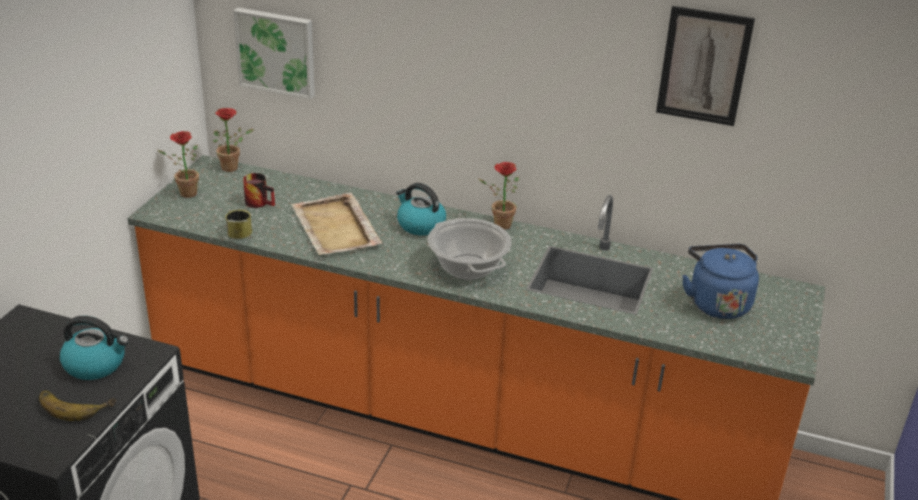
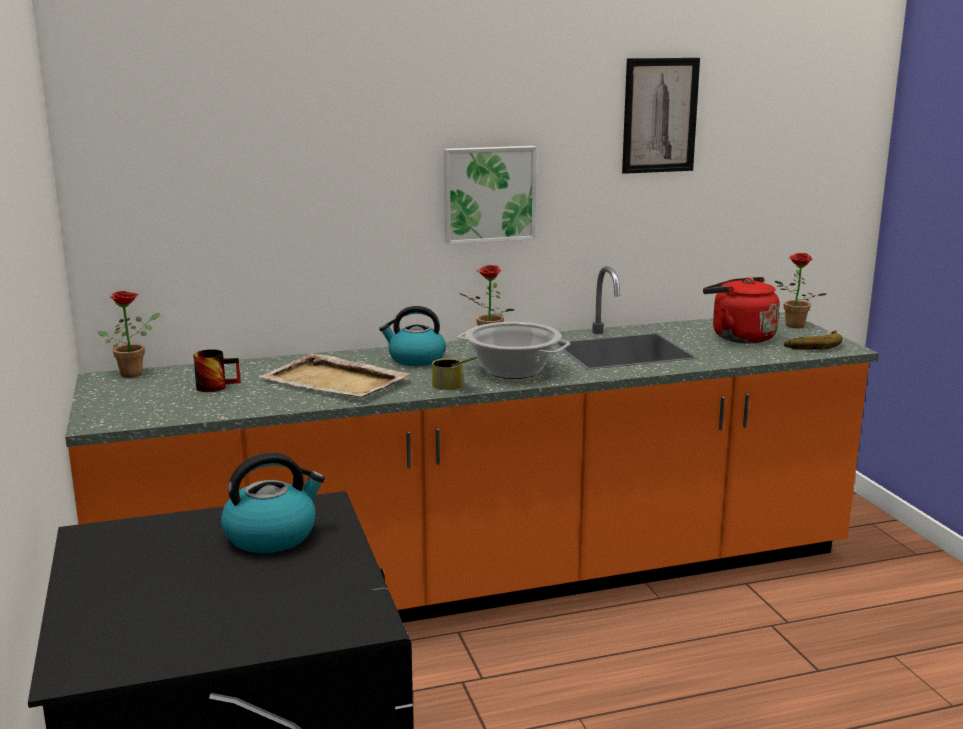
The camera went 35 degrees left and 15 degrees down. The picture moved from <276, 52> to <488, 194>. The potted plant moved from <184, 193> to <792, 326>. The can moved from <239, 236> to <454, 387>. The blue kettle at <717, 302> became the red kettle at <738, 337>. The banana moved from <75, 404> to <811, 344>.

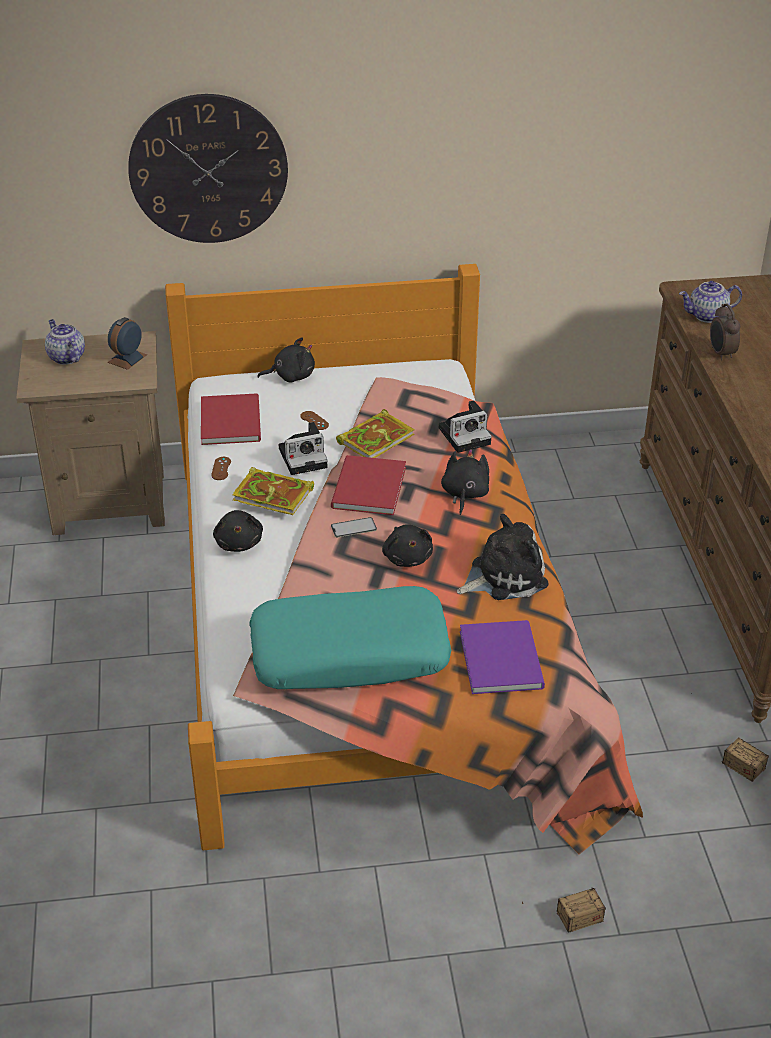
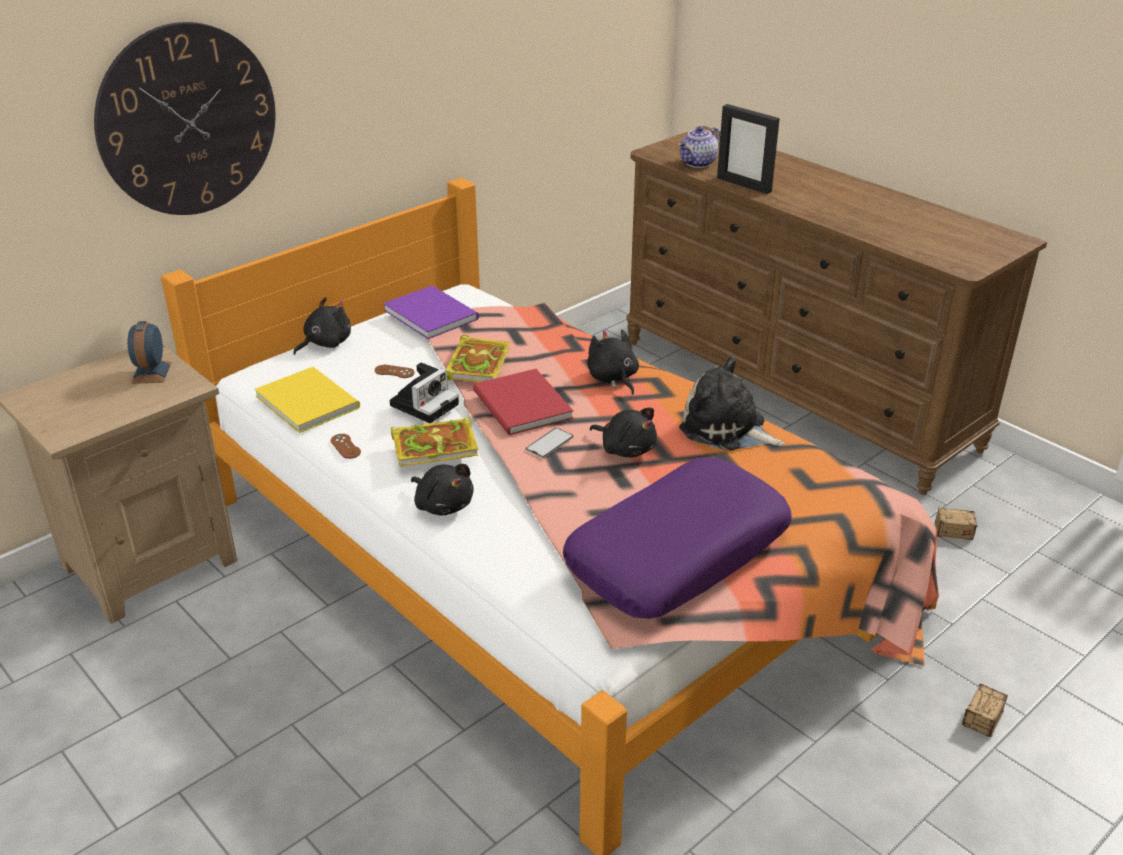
The camera went 35 degrees left and 5 degrees down. The alarm clock at <720, 354> was replaced by the picture frame at <744, 184>. The teapot at <66, 357> disappeared. The red book at <232, 420> became the yellow book at <308, 400>. The photo camera at <466, 435> disappeared. The plush toy at <504, 576> turned 90 degrees counterclockwise. The turquoise pillow at <350, 653> became the purple pillow at <677, 553>. The purple book moved from <503, 657> to <431, 313>.

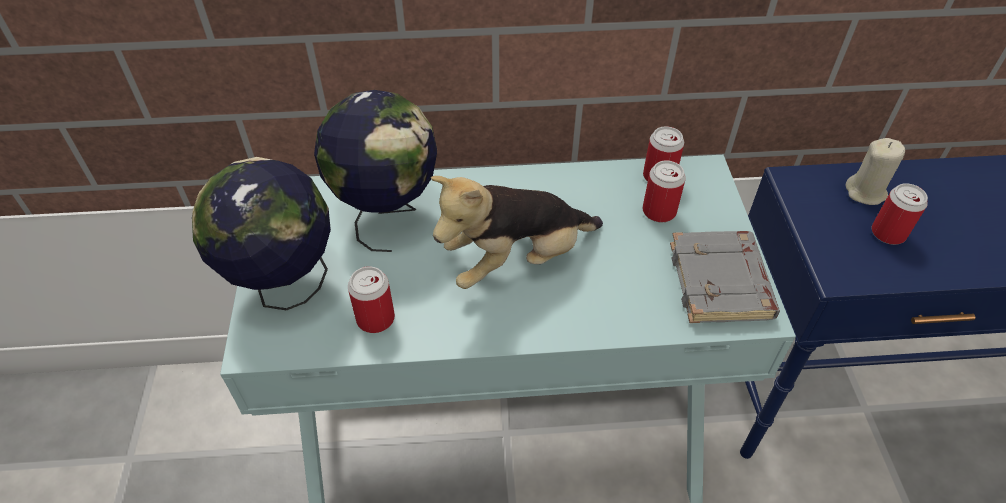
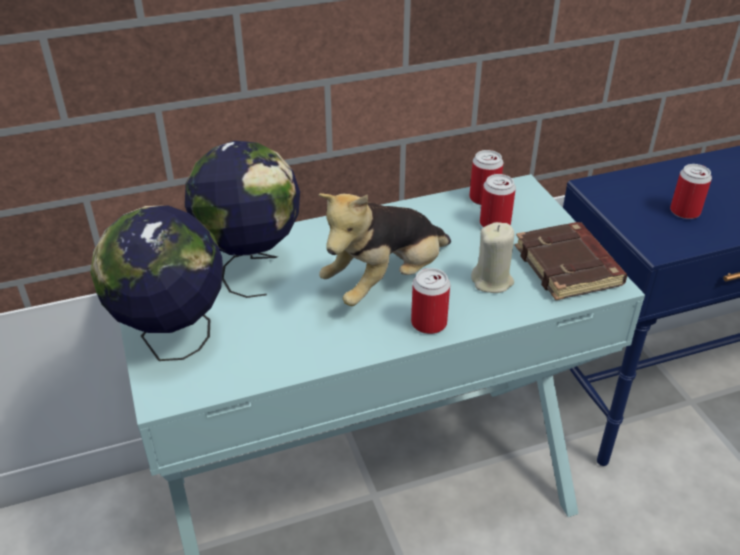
The camera went 15 degrees left and 10 degrees down. The beige candle moved from <866, 192> to <492, 281>. The grey book at <722, 283> became the brown book at <569, 267>. The can moved from <375, 318> to <429, 323>.

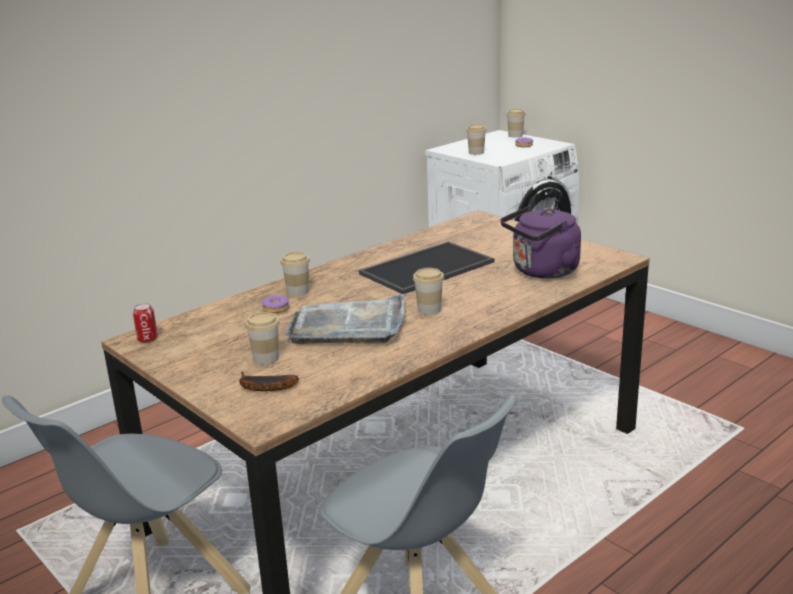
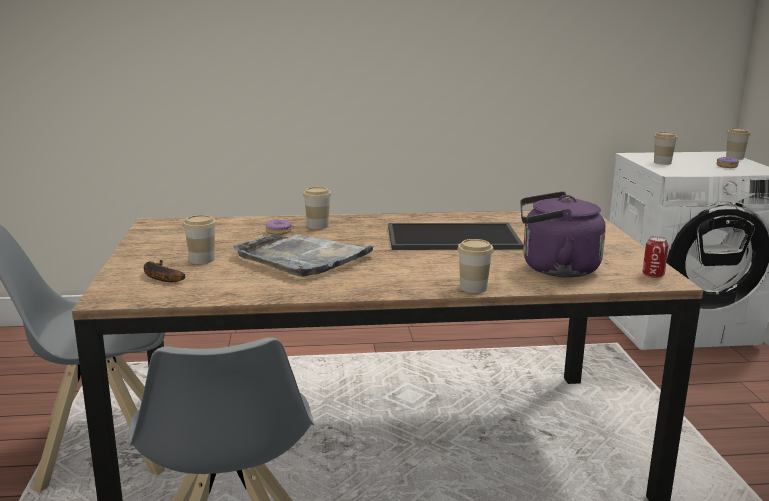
The camera went 35 degrees right and 5 degrees down. The cup moved from <429, 310> to <473, 288>. The can moved from <148, 339> to <653, 275>.

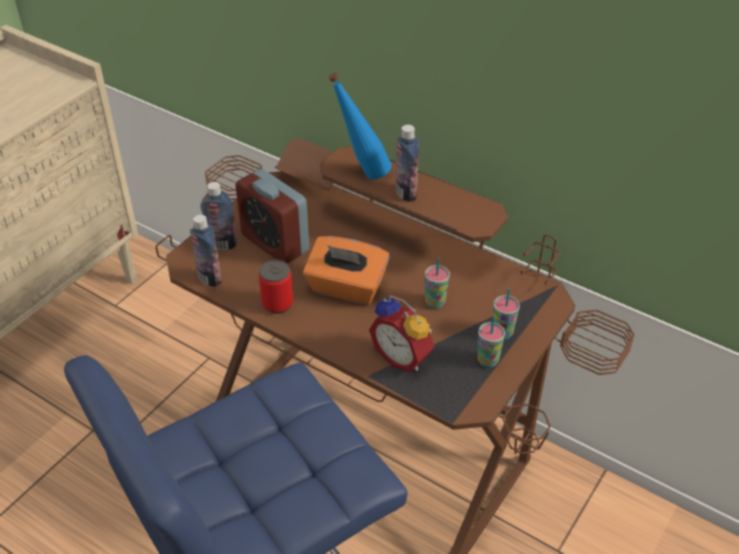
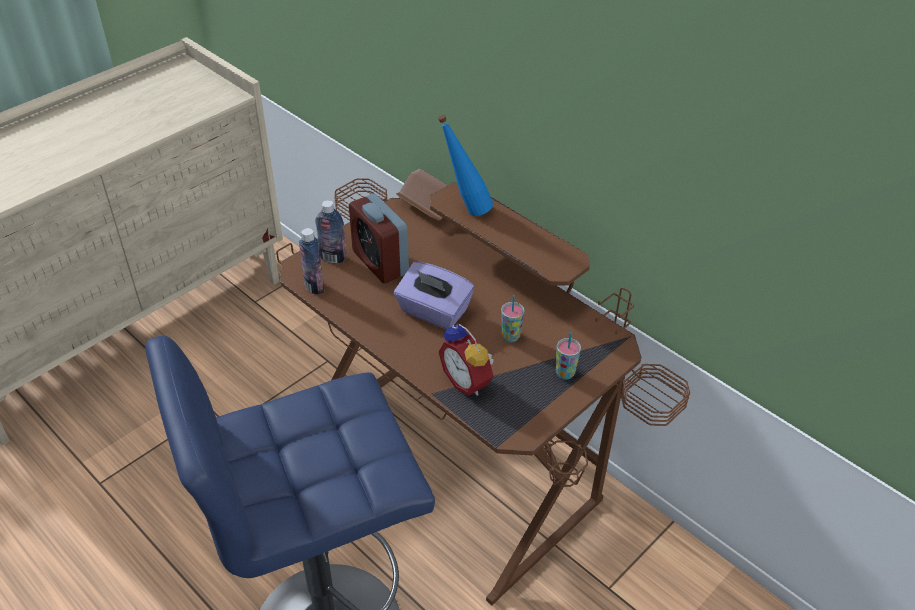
The camera went 10 degrees right and 0 degrees up. The bottle at <406, 193> disappeared. The orange tissue box at <346, 288> became the purple tissue box at <433, 312>. The can at <277, 303> disappeared. The cup at <487, 361> disappeared.

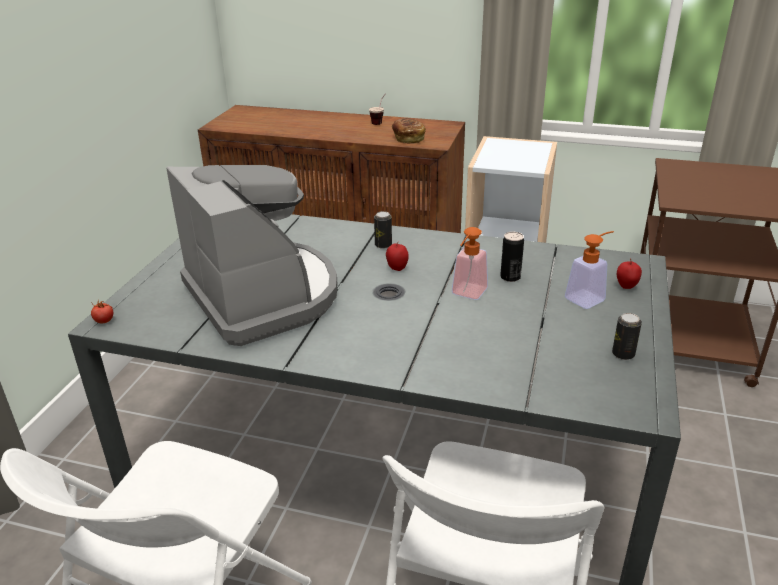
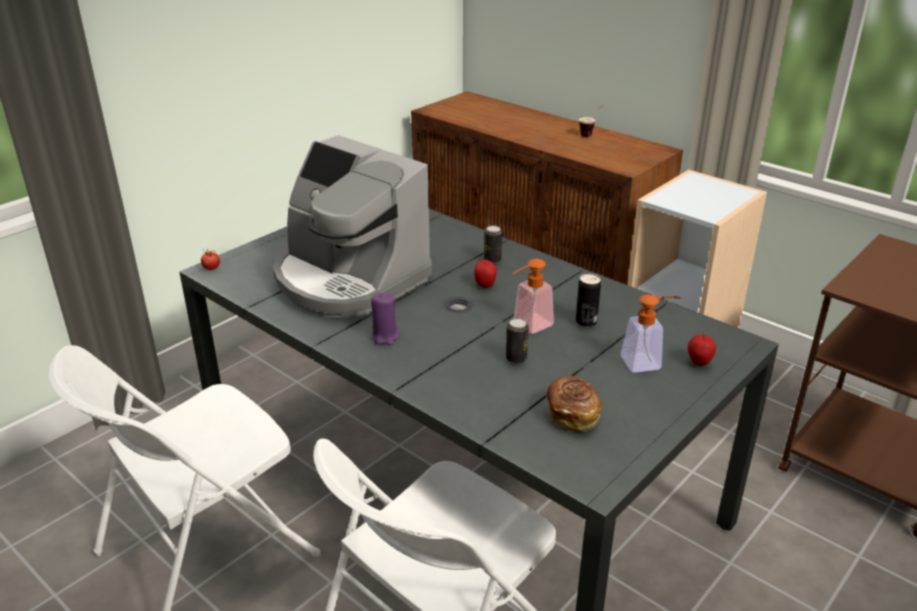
The camera went 25 degrees right and 0 degrees up. The bread moved from <408, 138> to <572, 414>. The coffee machine at <263, 296> turned 135 degrees clockwise. The can moved from <623, 354> to <516, 358>. The purple candle at <385, 337> appeared.

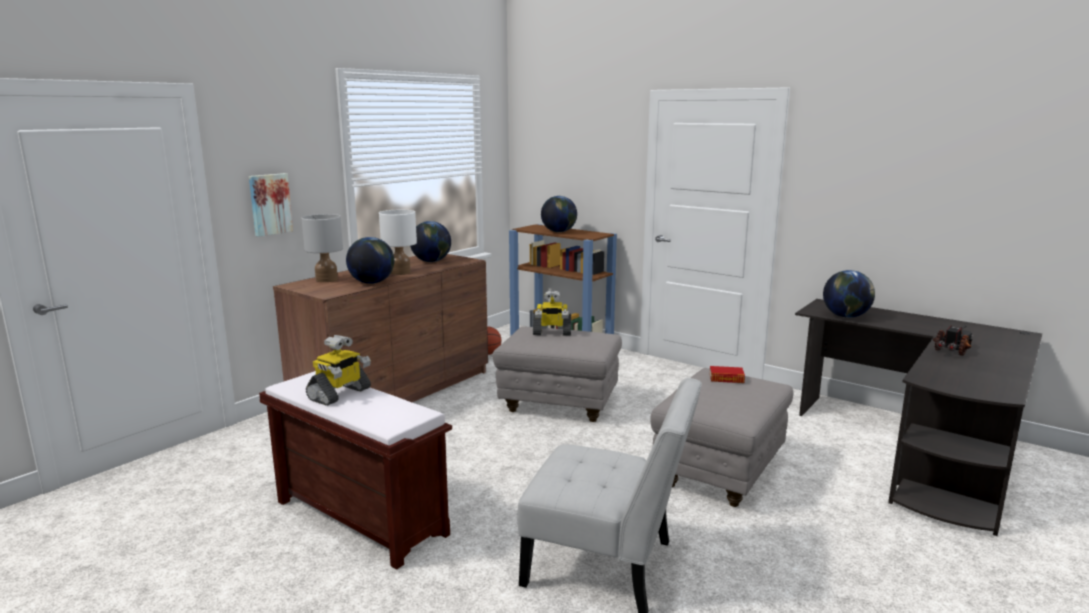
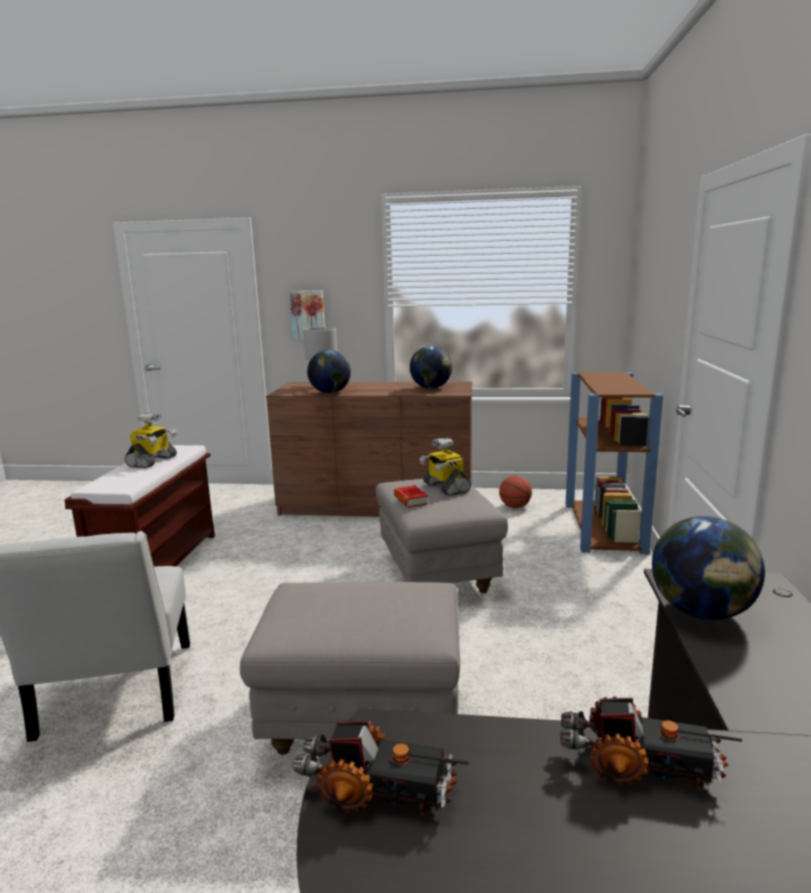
The camera went 60 degrees right and 0 degrees up. The globe at <559, 232> disappeared. The white table lamp at <400, 272> disappeared. The toy robot at <340, 394> turned 75 degrees counterclockwise. The book moved from <726, 378> to <410, 500>. The toy truck at <378, 791> appeared.

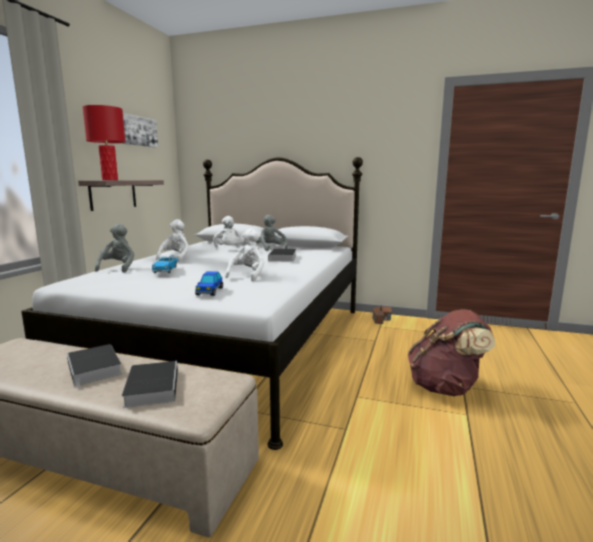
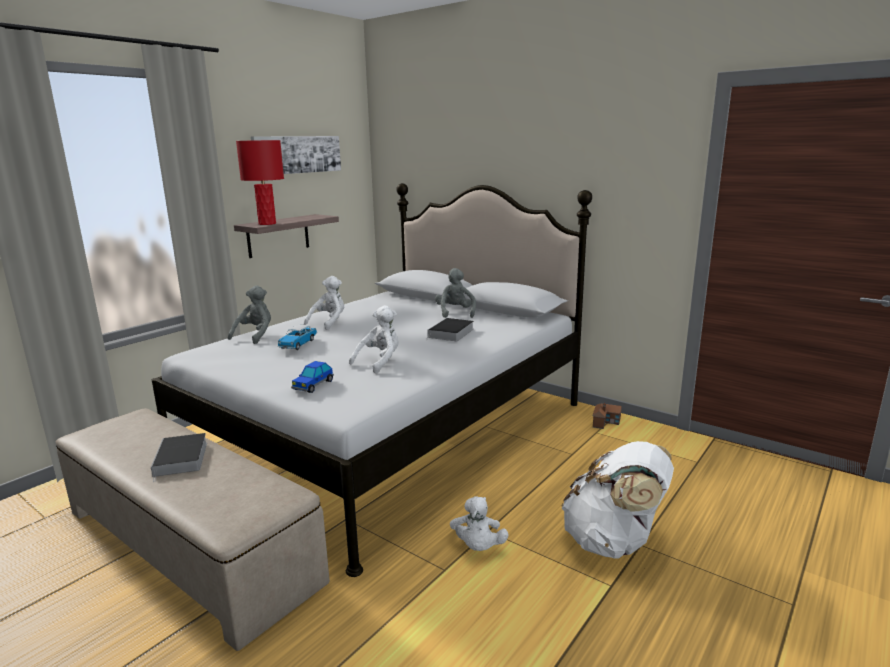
The camera went 20 degrees right and 5 degrees up. The white plush toy moved from <229, 249> to <478, 547>. The brown backpack at <445, 388> became the white backpack at <613, 542>. The book at <152, 386> disappeared.

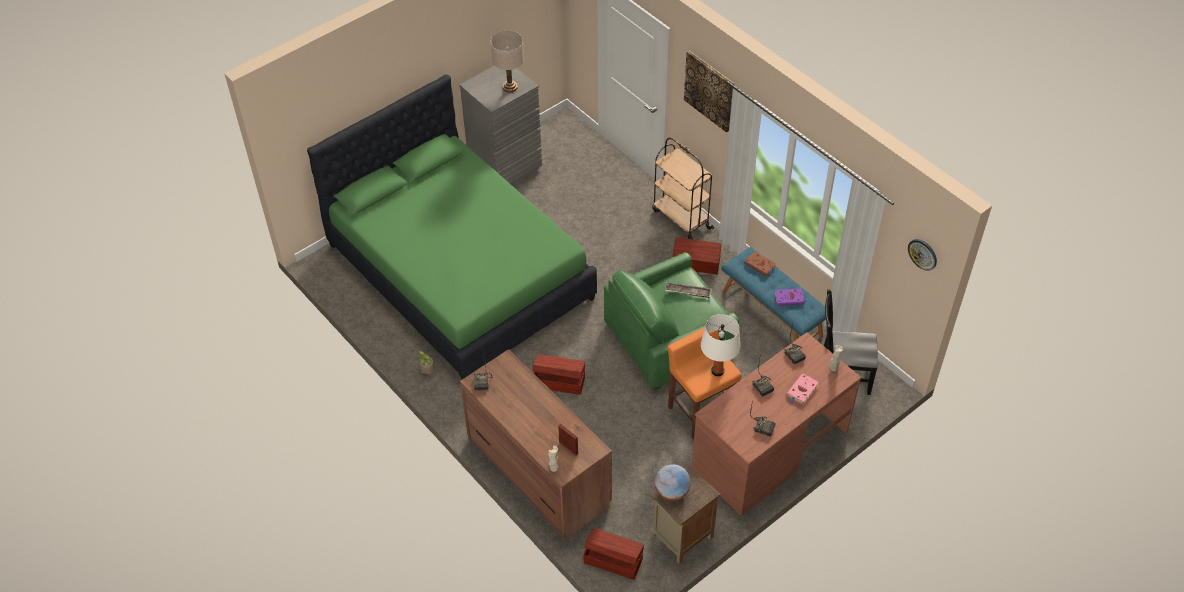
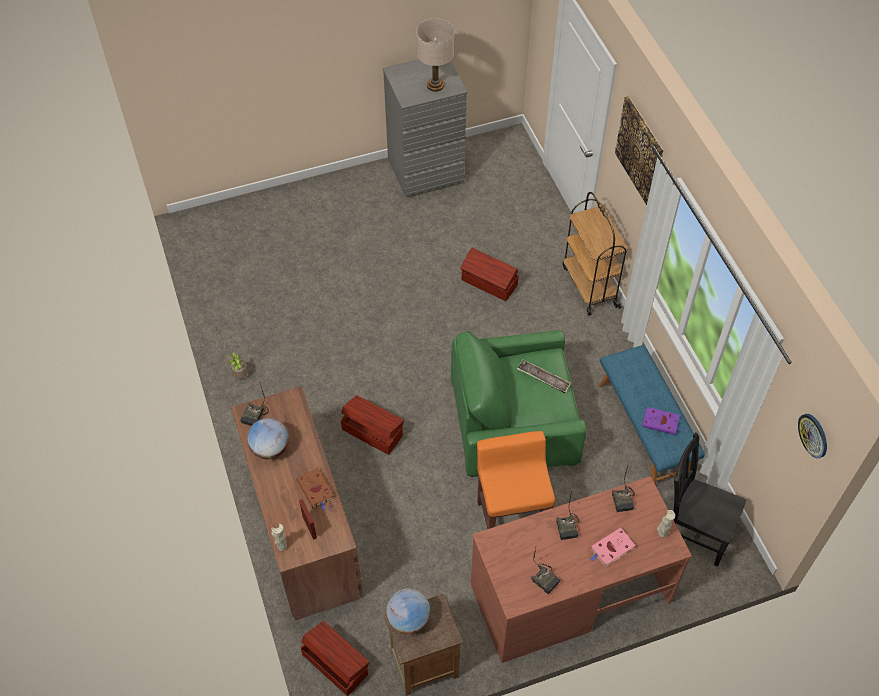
The camera went 20 degrees right and 5 degrees up. The green bed at <460, 271> disappeared. The brown storage box moved from <696, 264> to <489, 283>. The brown book moved from <760, 265> to <316, 490>. The white table lamp at <717, 371> disappeared. The globe at <270, 448> appeared.

